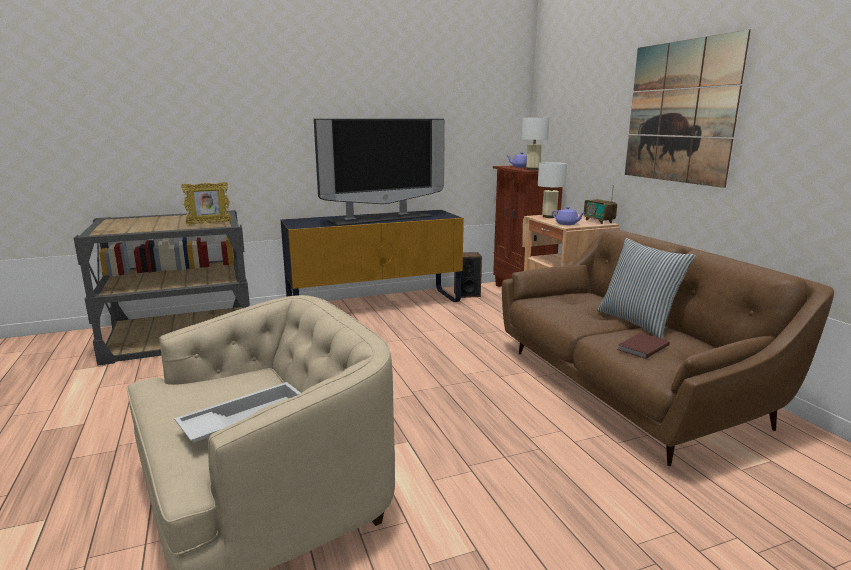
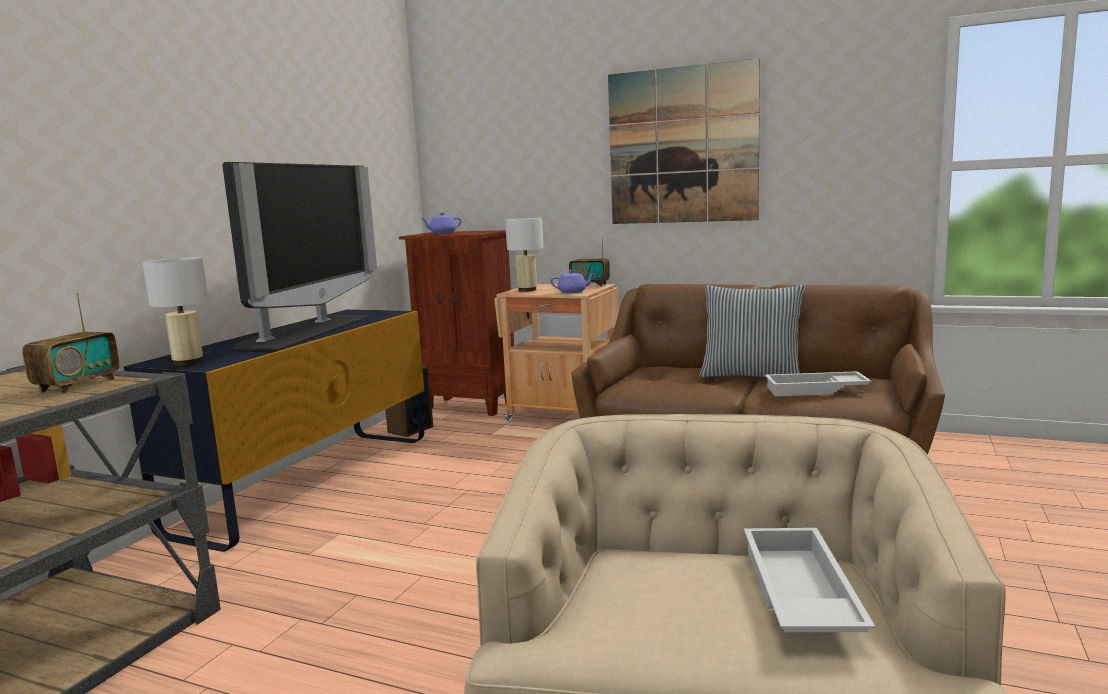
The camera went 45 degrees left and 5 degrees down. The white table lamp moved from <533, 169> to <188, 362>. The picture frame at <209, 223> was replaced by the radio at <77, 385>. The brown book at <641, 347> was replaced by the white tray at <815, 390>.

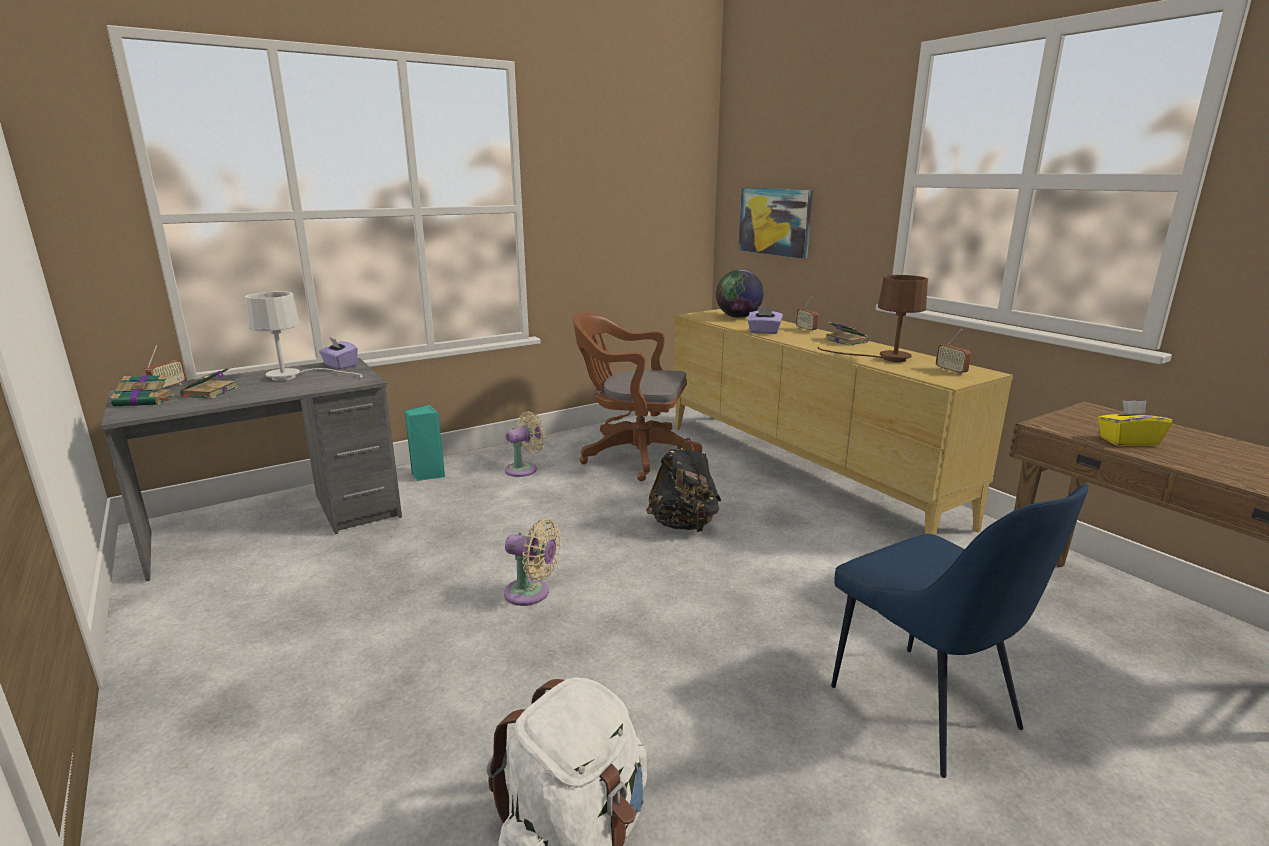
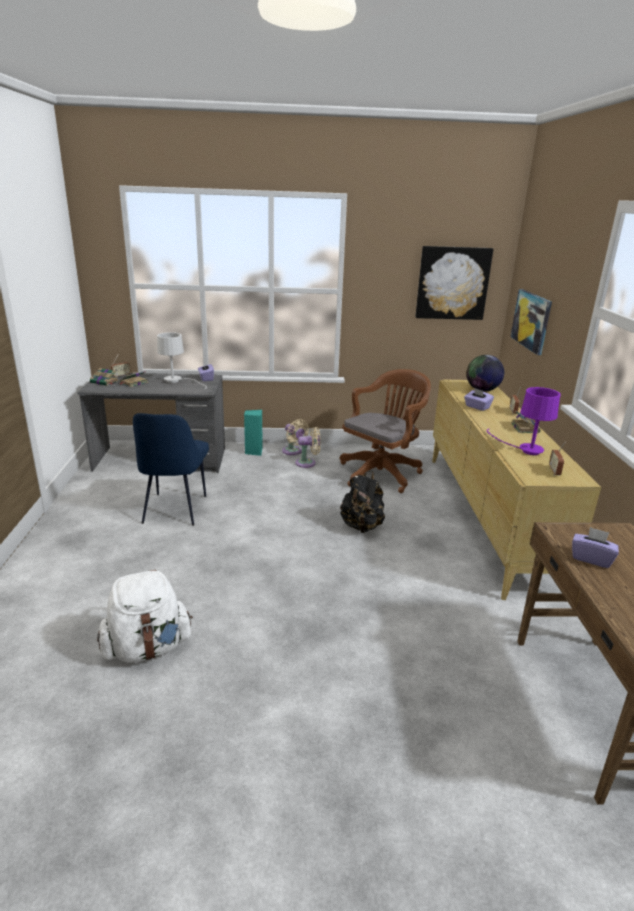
The camera went 30 degrees right and 5 degrees up. The brown table lamp at <885, 359> became the purple table lamp at <524, 449>. The brown office chair at <633, 456> turned 90 degrees clockwise. The yellow tissue box at <1128, 441> became the purple tissue box at <591, 558>. The blue chair moved from <925, 707> to <175, 509>. The beige fan moved from <531, 593> to <293, 452>. The picture at <452, 283> appeared.

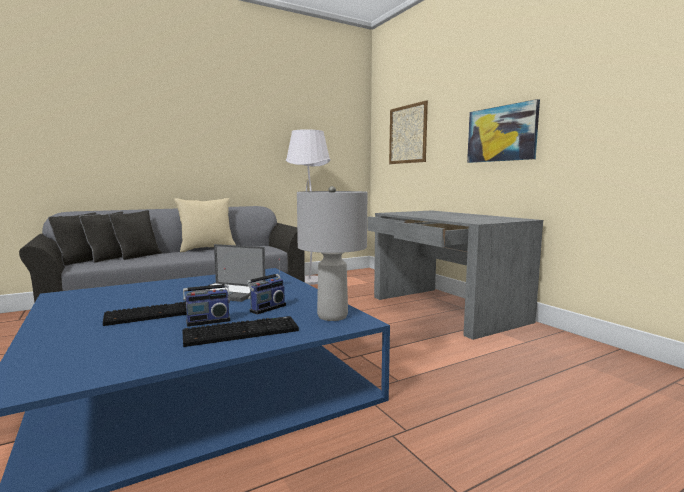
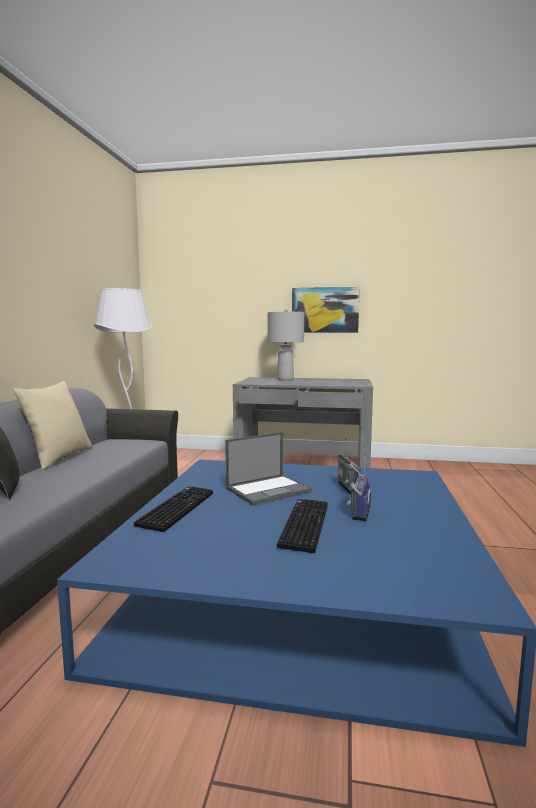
The camera went 50 degrees left and 0 degrees up. The picture at <408, 133> disappeared. The grey table lamp moved from <332, 316> to <285, 379>. The keyboard moved from <242, 332> to <176, 508>.

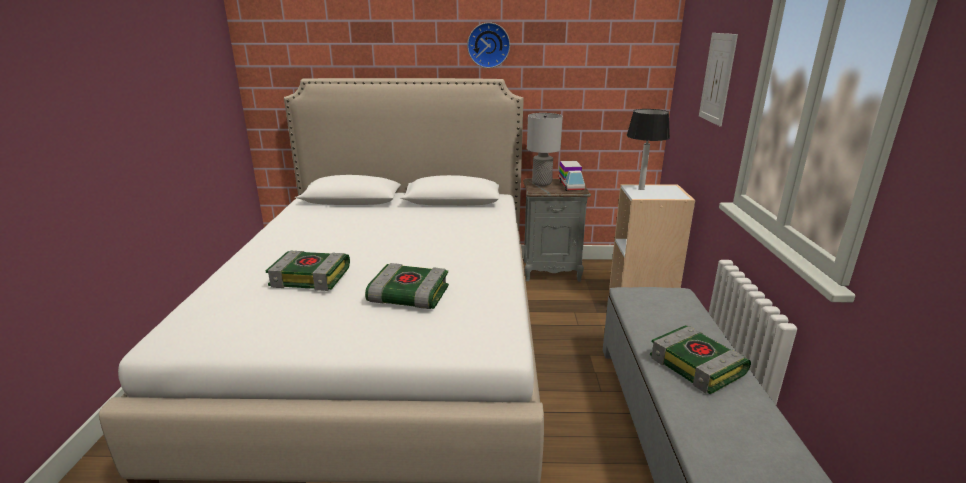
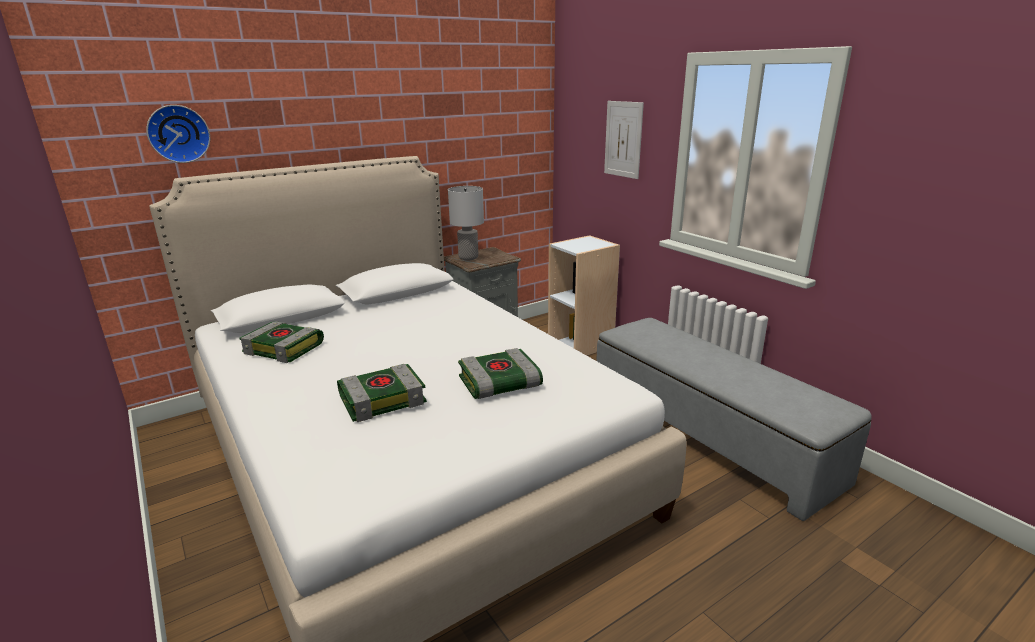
The camera went 35 degrees left and 0 degrees up. The wall clock moved from <488, 45> to <178, 134>. The table lamp at <641, 189> disappeared. The toy truck at <571, 185> disappeared. The book moved from <698, 366> to <285, 348>.

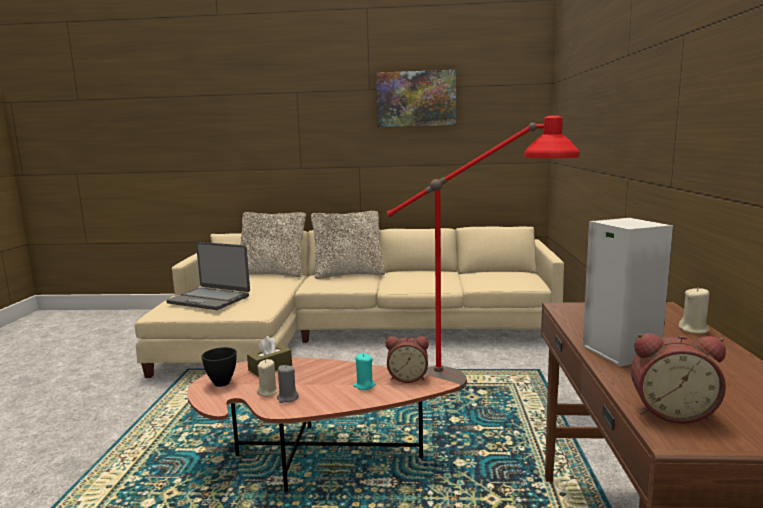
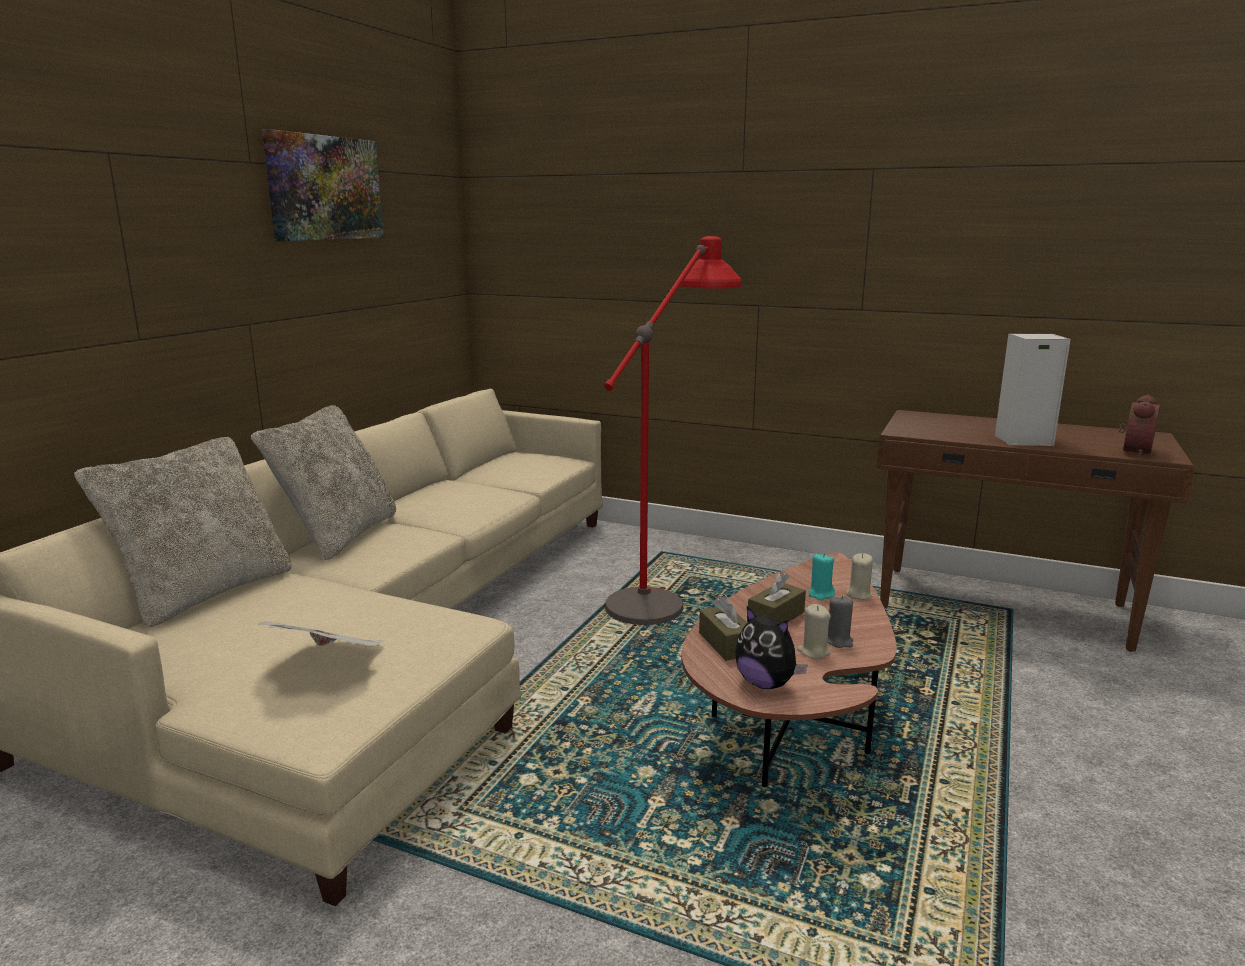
The camera went 70 degrees left and 5 degrees up. The laptop at <209, 299> was replaced by the newspaper at <330, 662>. The beige candle moved from <694, 329> to <858, 594>. The alarm clock at <407, 377> disappeared. The black bowl at <222, 383> was replaced by the plush toy at <766, 684>. The brown tissue box at <776, 617> appeared.

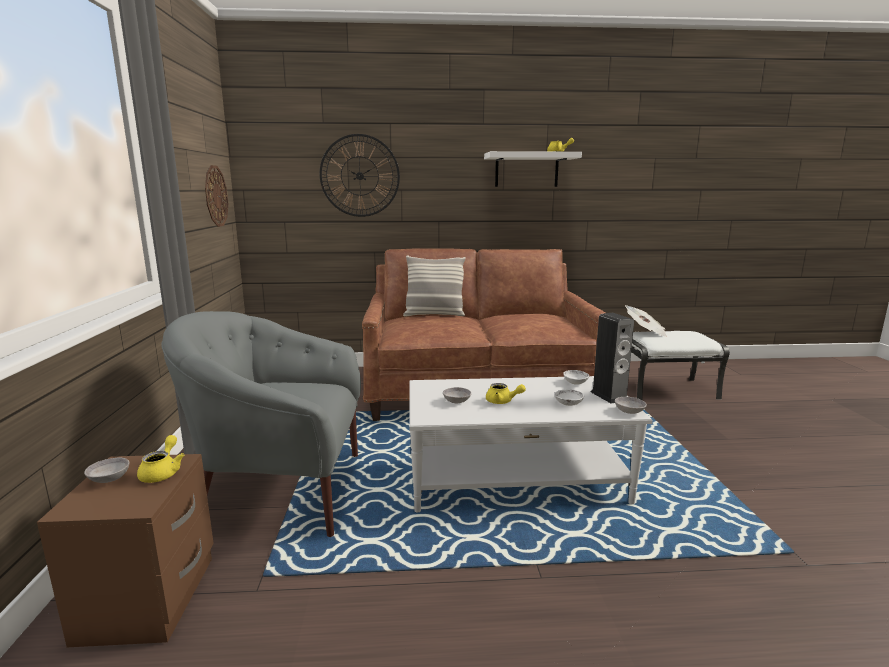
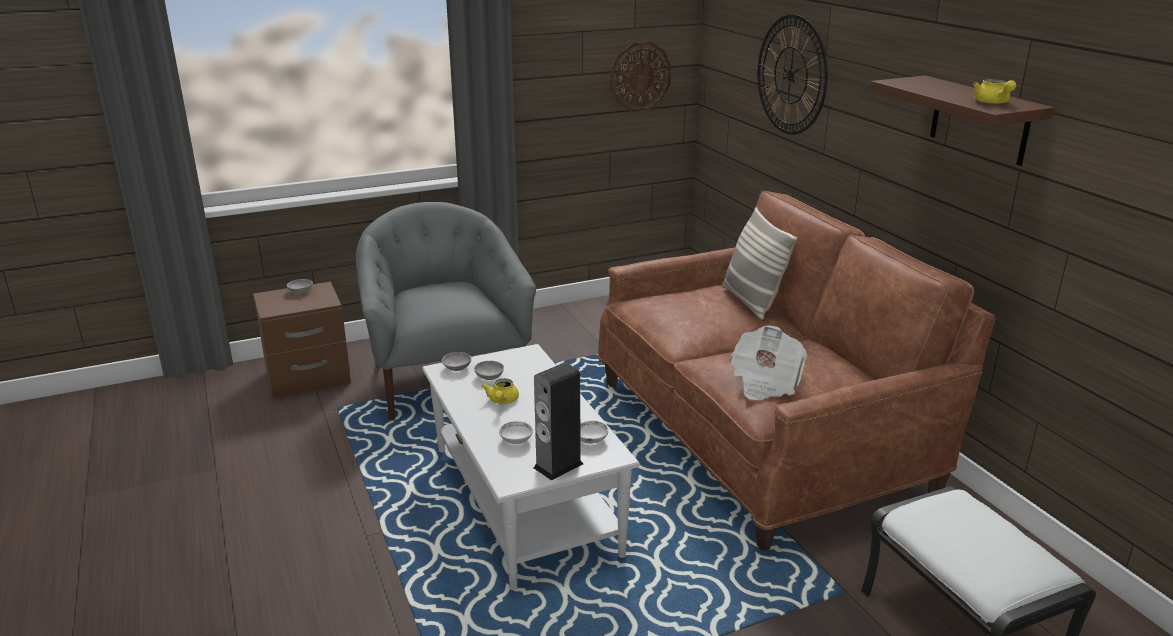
The camera went 70 degrees right and 10 degrees up. The white shelf at <526, 170> became the brown shelf at <979, 120>. The newspaper moved from <645, 332> to <765, 382>. The grey bowl moved from <629, 412> to <457, 368>. The yellow teapot at <163, 472> disappeared.

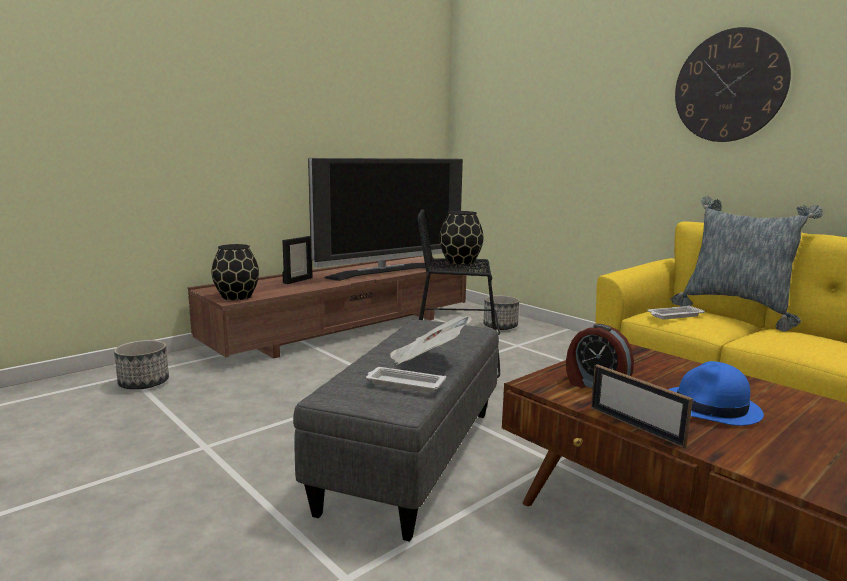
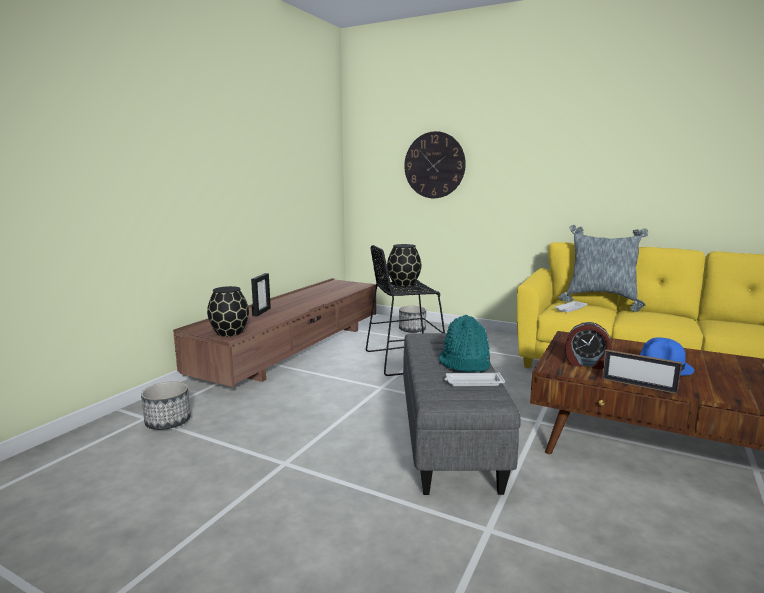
The camera went 20 degrees left and 0 degrees up. The wall clock moved from <729, 86> to <434, 165>. The television at <386, 271> disappeared. The newspaper at <427, 360> was replaced by the turquoise hat at <464, 363>.

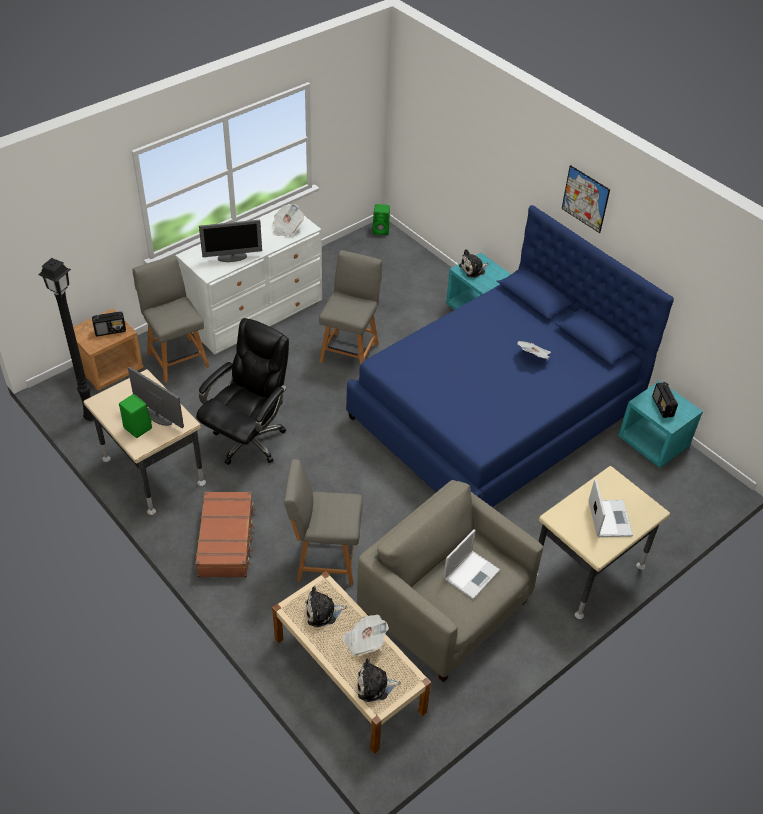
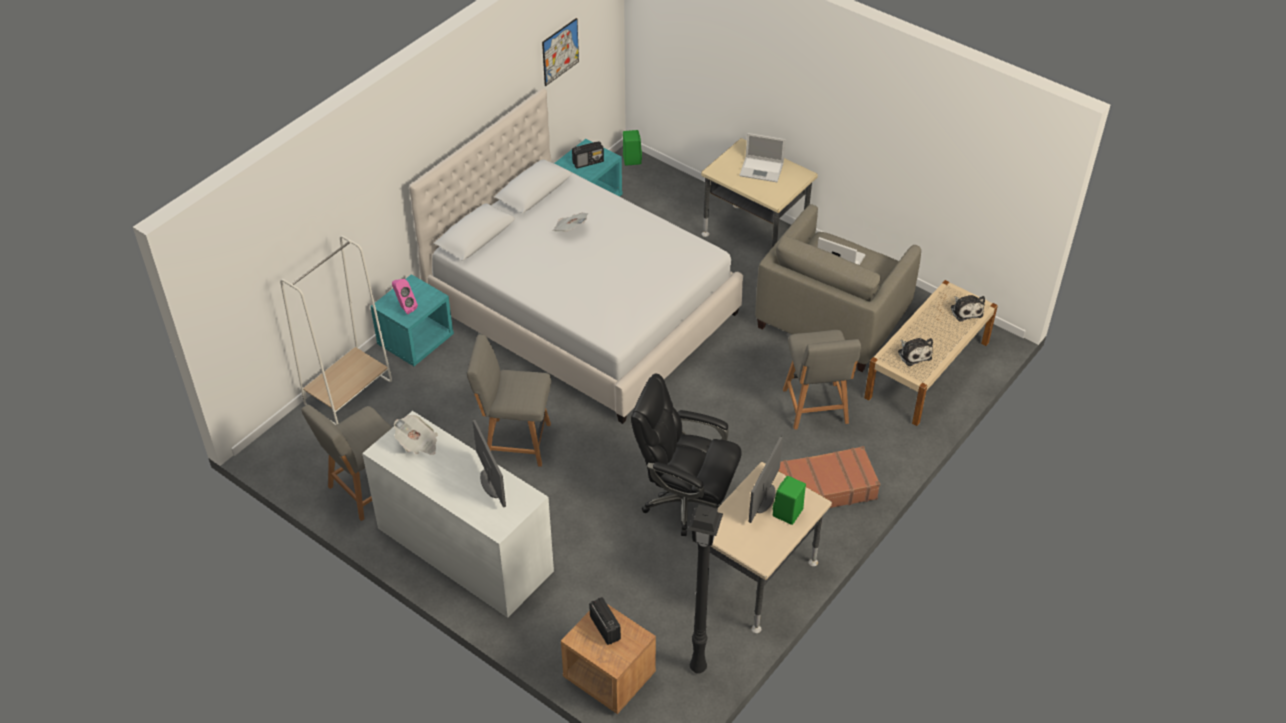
The camera went 100 degrees left and 0 degrees up. The picture moved from <585, 199> to <560, 51>. The green speaker moved from <381, 230> to <631, 159>. The blue bed at <495, 414> became the white bed at <582, 310>. The plush toy at <473, 269> was replaced by the pink speaker at <405, 308>. The grey chair moved from <177, 358> to <365, 490>. The laptop at <609, 518> turned 150 degrees counterclockwise. The newspaper at <364, 641> disappeared. The clothes rack at <348, 394> appeared.

